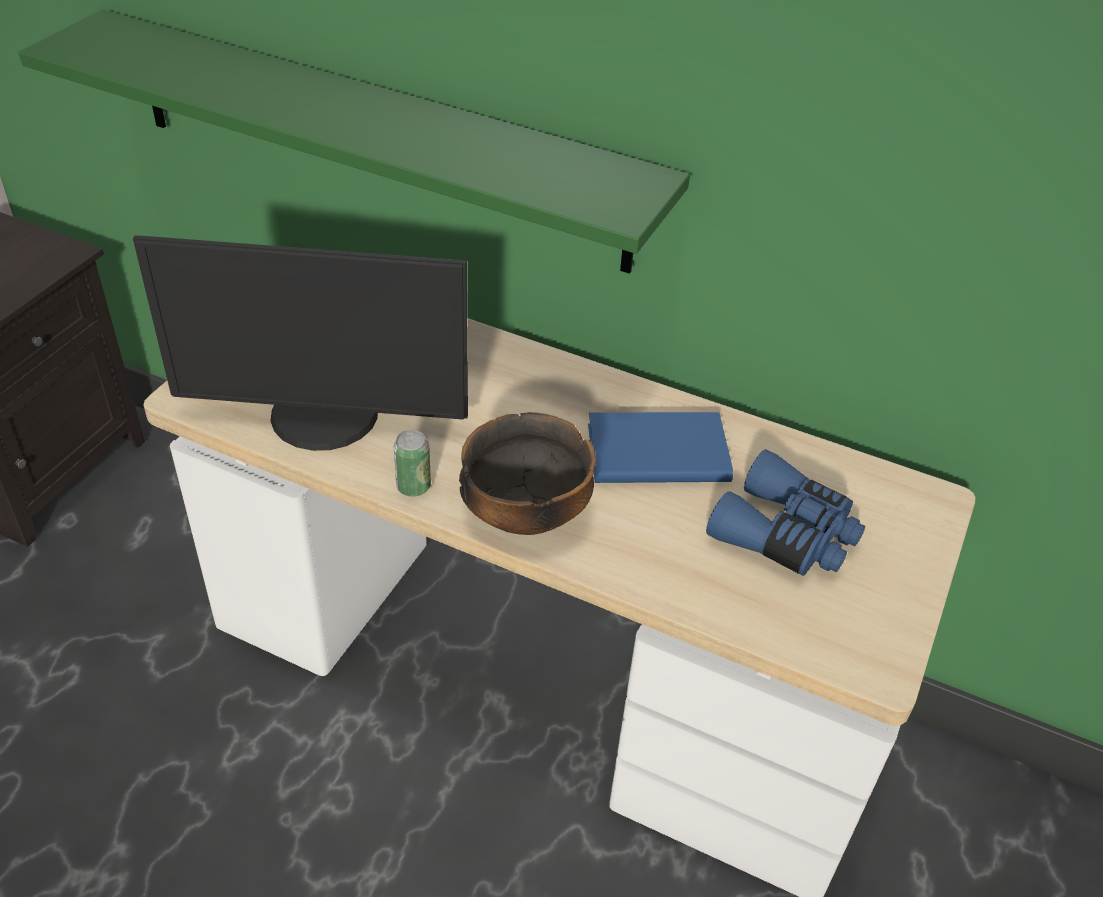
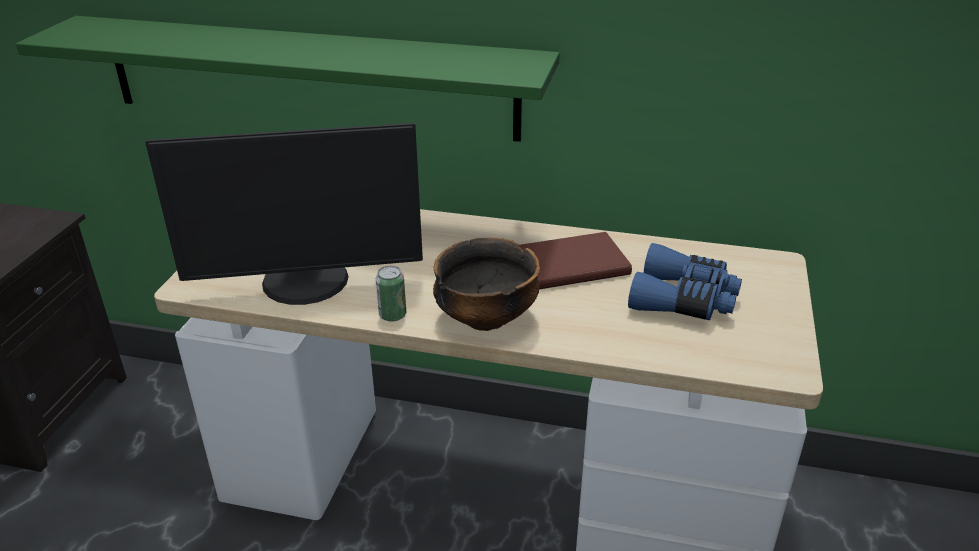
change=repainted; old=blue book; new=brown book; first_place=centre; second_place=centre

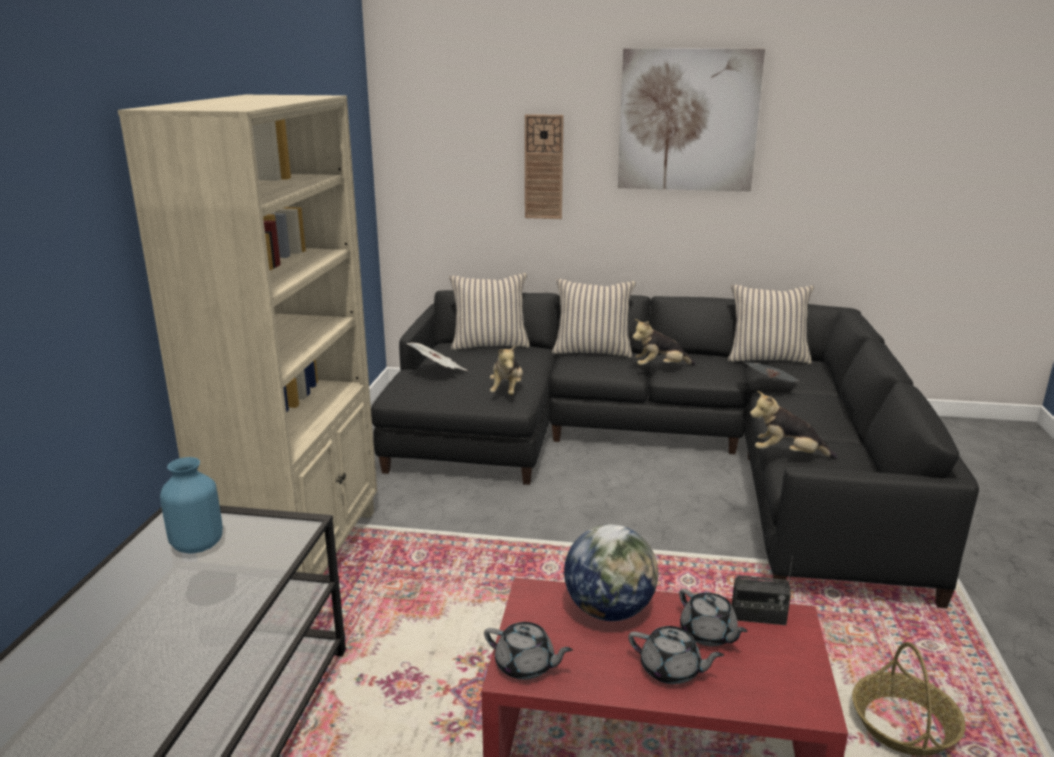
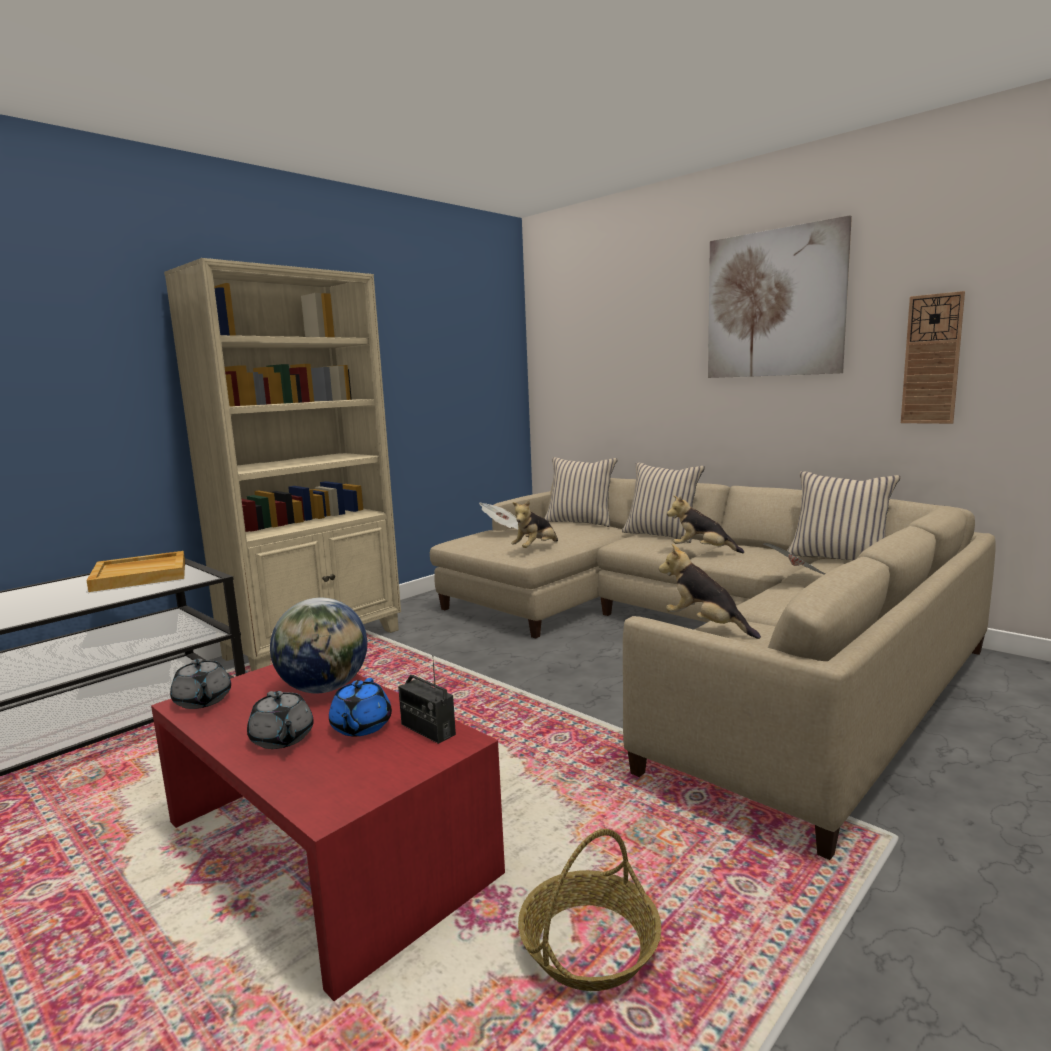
change=shifted; old=wall clock; first_place=top centre; second_place=middle right
change=swapped; old=blue vase; new=beige tray; first_place=bottom left; second_place=middle left
change=repainted; old=black sofa; new=beige sofa; first_place=centre; second_place=middle right
change=repainted; old=grey teapot (no. 3 from left); new=blue teapot; first_place=bottom right; second_place=bottom centre

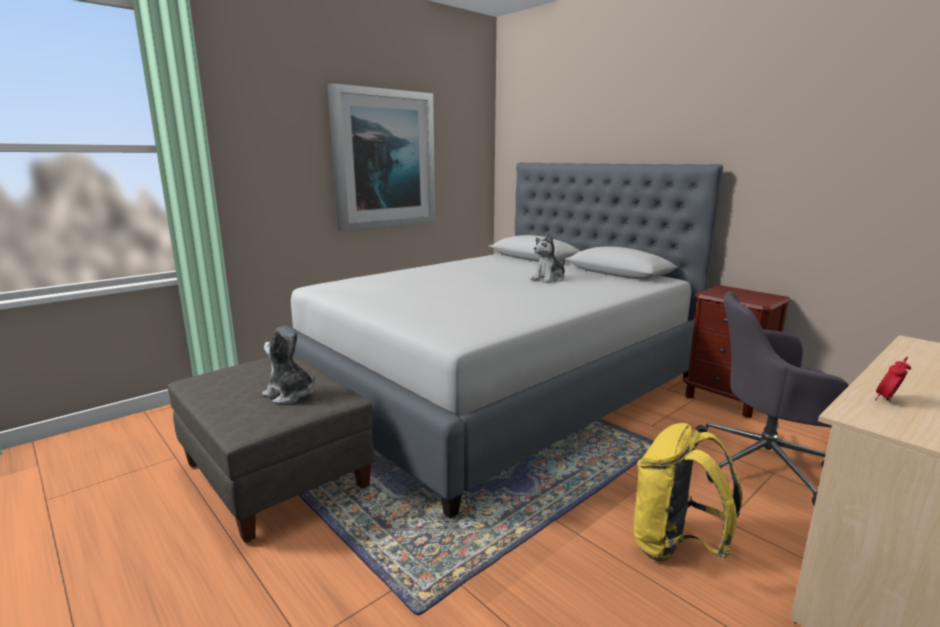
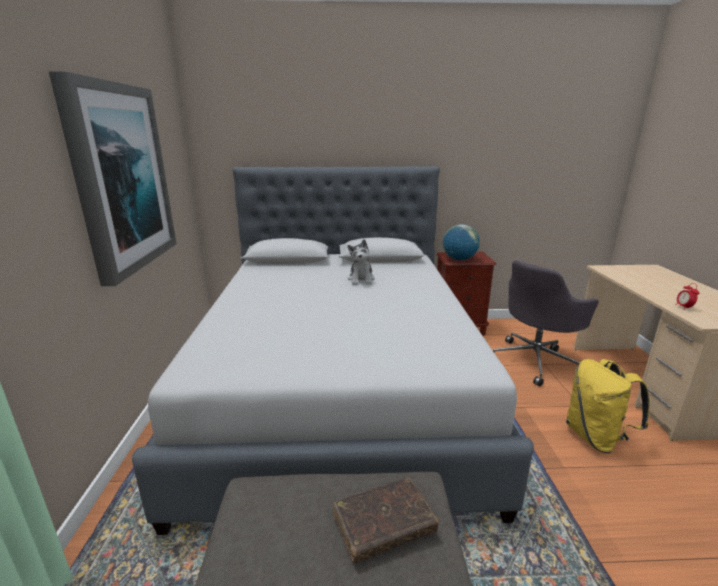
change=new; new=globe; second_place=centre
change=swapped; old=plush toy (no. 1 from left); new=brown book; first_place=middle left; second_place=bottom centre

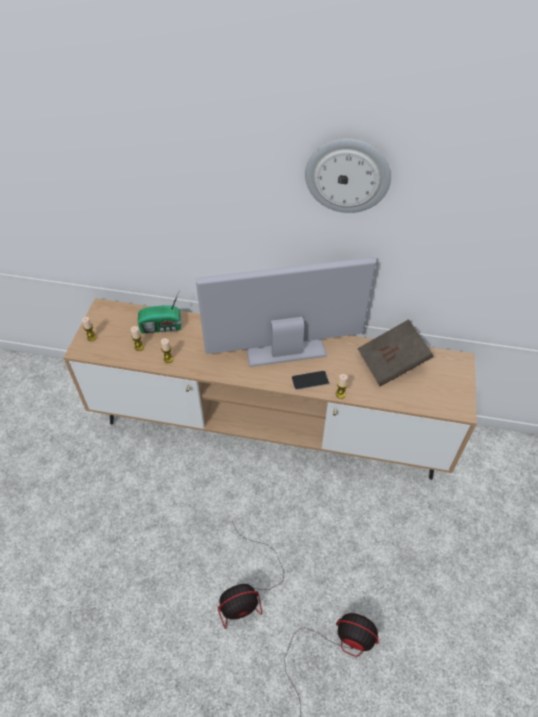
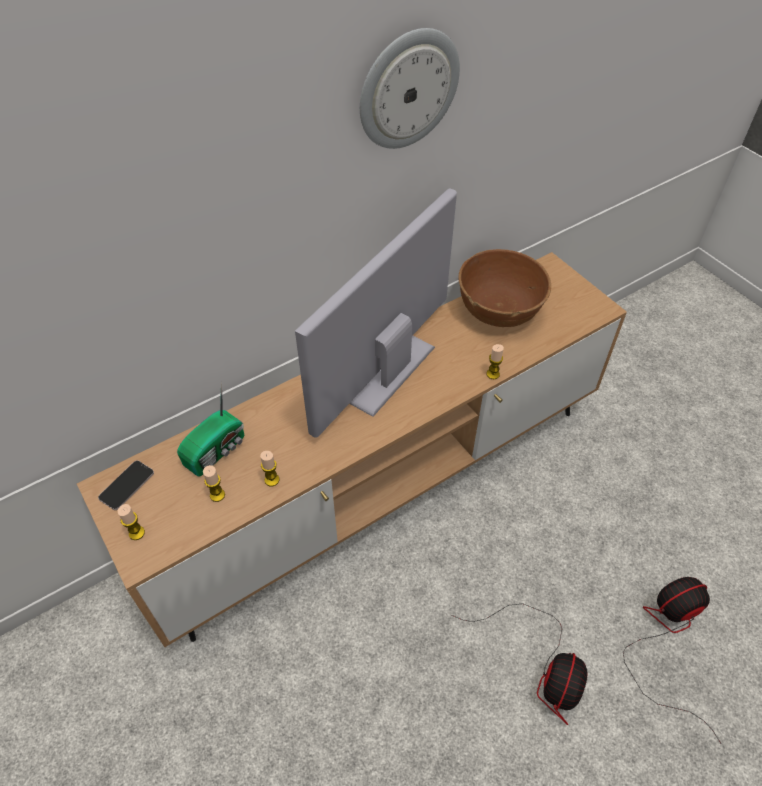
change=shifted; old=phone; first_place=centre; second_place=middle left
change=swapped; old=brown book; new=brown bowl; first_place=middle right; second_place=centre

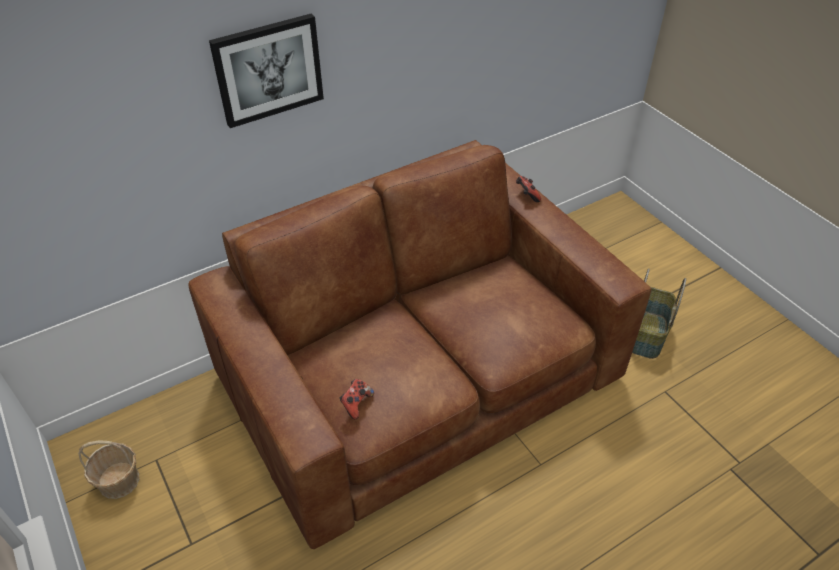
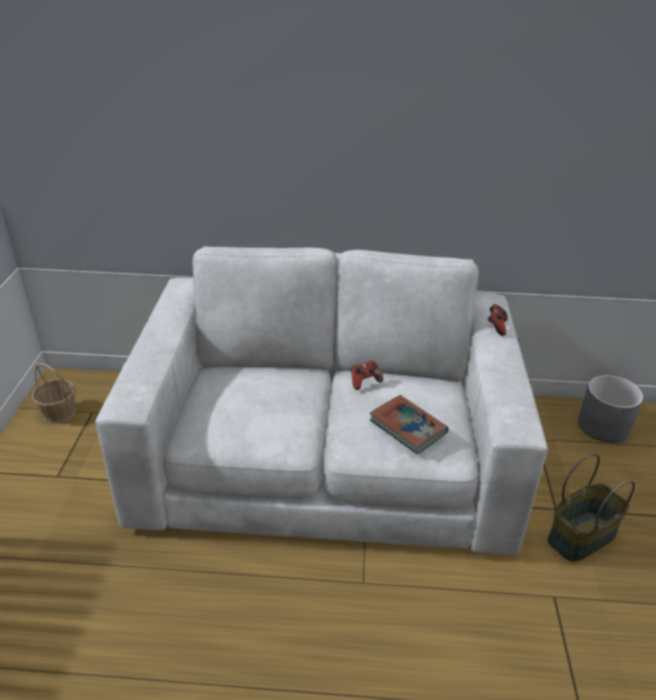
change=gone; old=picture; first_place=top left
change=new; new=book; second_place=centre
change=new; new=grey planter; second_place=middle right
change=shifted; old=game controller (no. 1 from left); first_place=bottom centre; second_place=centre
change=repainted; old=brown sofa; new=white sofa; first_place=centre; second_place=centre

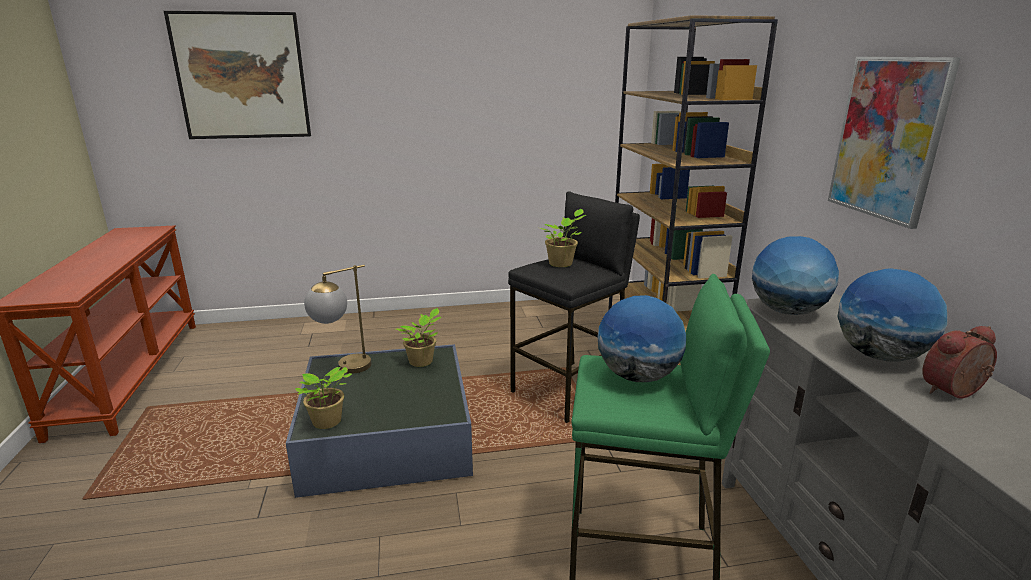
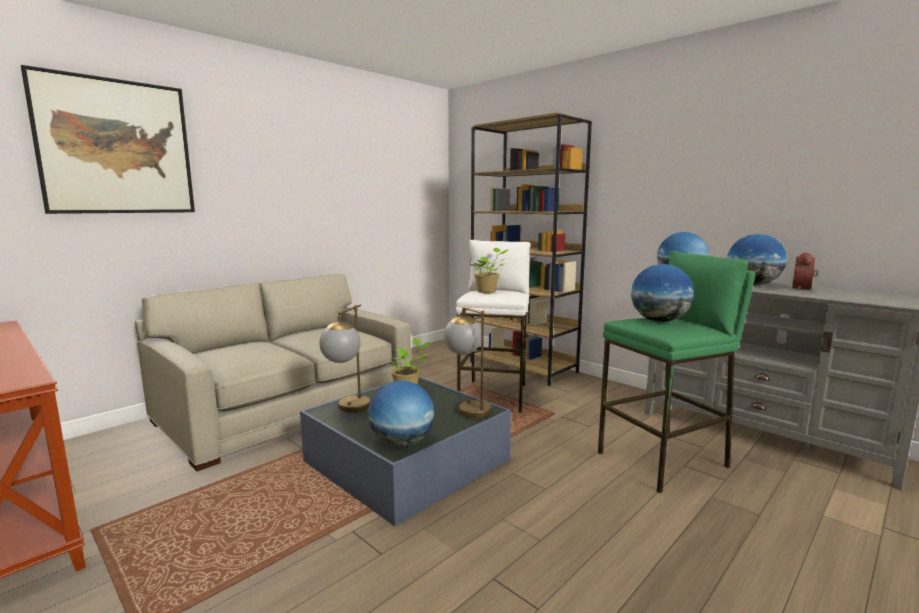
change=gone; old=picture (no. 2 from left); first_place=top right
change=new; new=beige sofa; second_place=middle left
change=new; new=table lamp (no. 2 from left); second_place=centre
change=swapped; old=potted plant (no. 1 from left); new=globe (no. 1 from left); first_place=bottom left; second_place=bottom centre
change=repainted; old=black stool; new=white stool; first_place=centre; second_place=centre

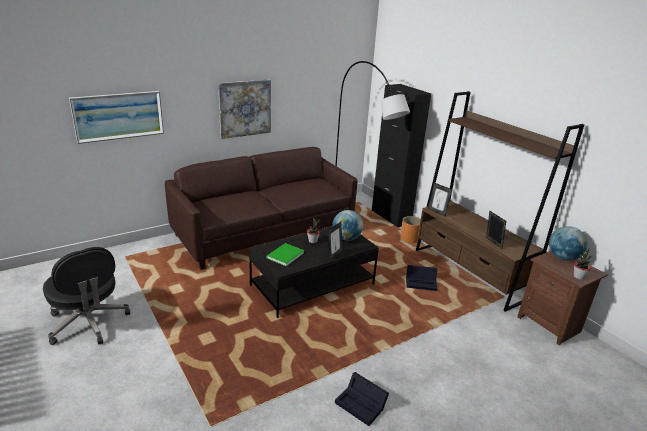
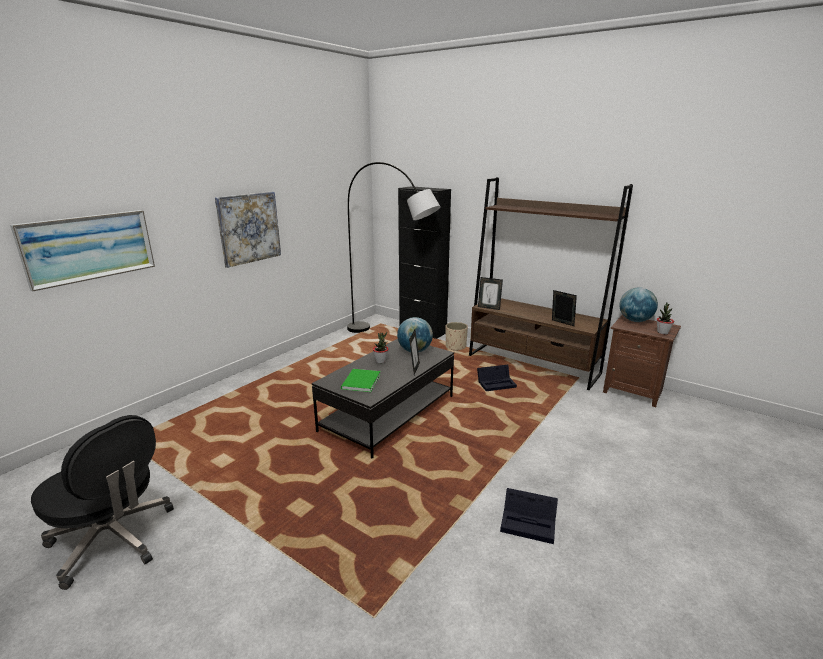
change=gone; old=brown sofa; first_place=centre
change=repainted; old=orange planter; new=beige planter; first_place=centre; second_place=centre

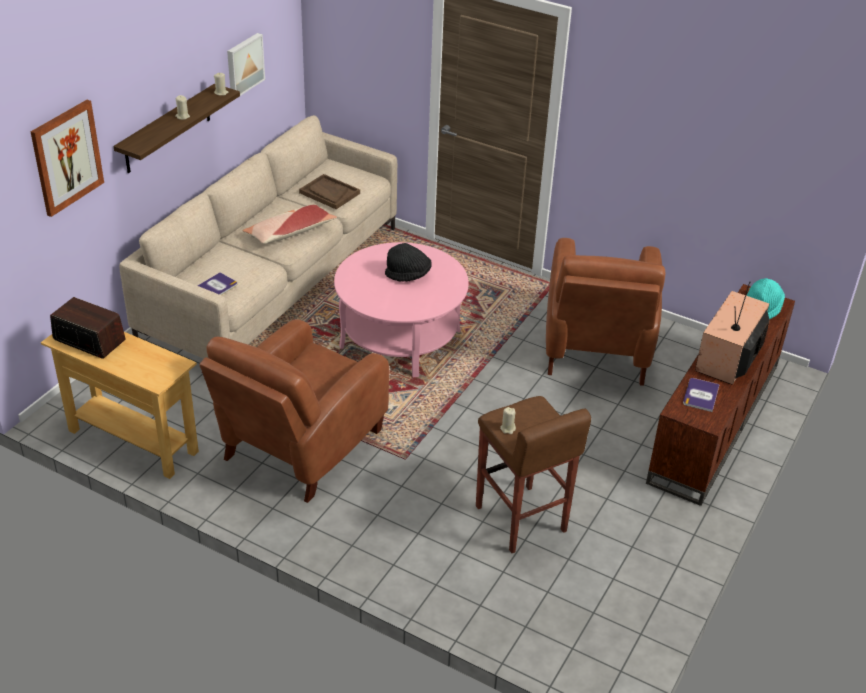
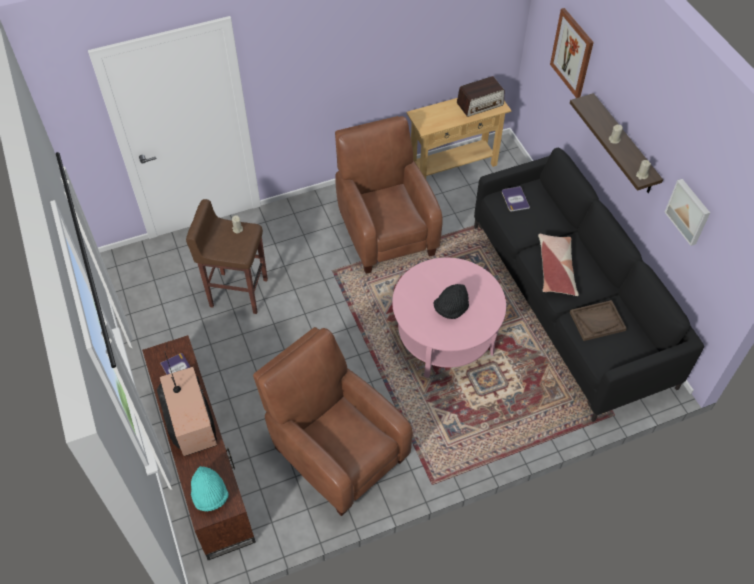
change=repainted; old=beige sofa; new=black sofa; first_place=middle left; second_place=middle right

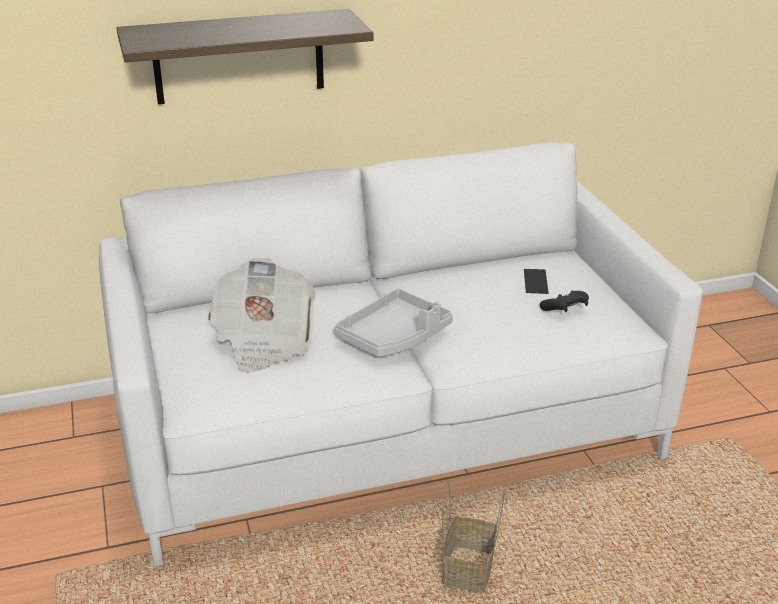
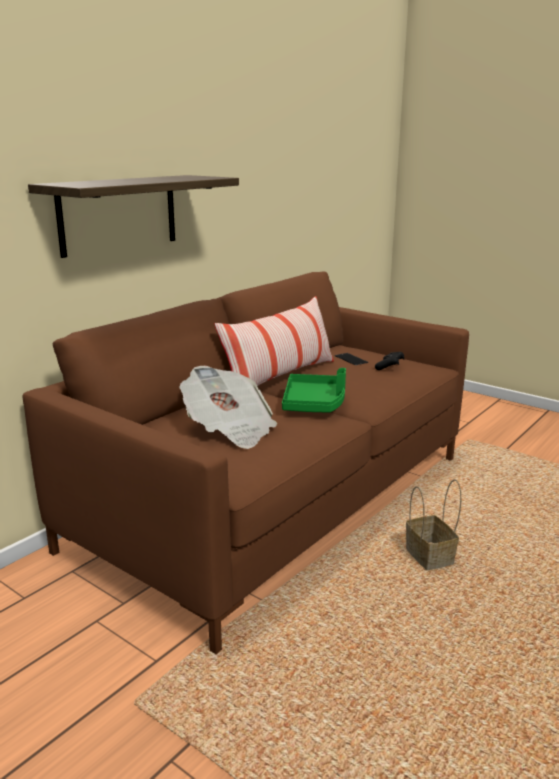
change=new; new=pillow; second_place=centre
change=repainted; old=white sofa; new=brown sofa; first_place=centre; second_place=centre
change=repainted; old=grey tray; new=green tray; first_place=centre; second_place=centre

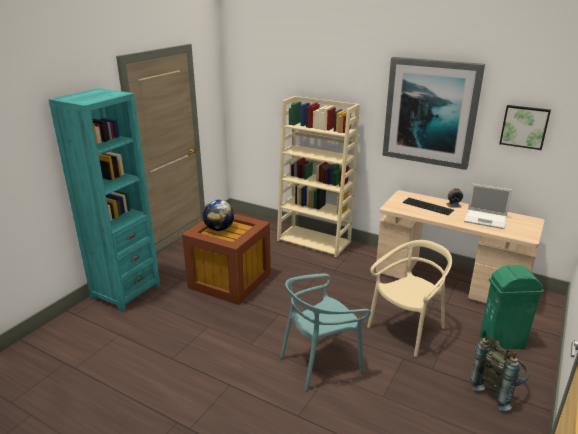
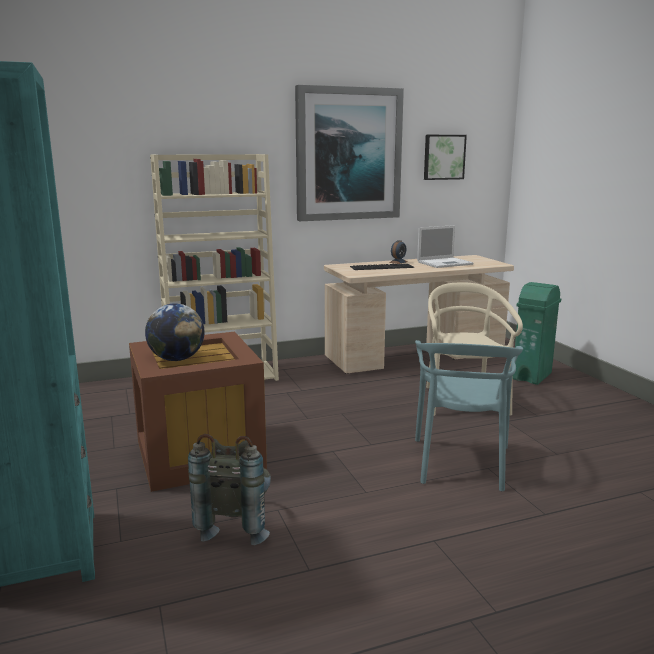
change=shifted; old=grey backpack; first_place=bottom right; second_place=bottom centre

